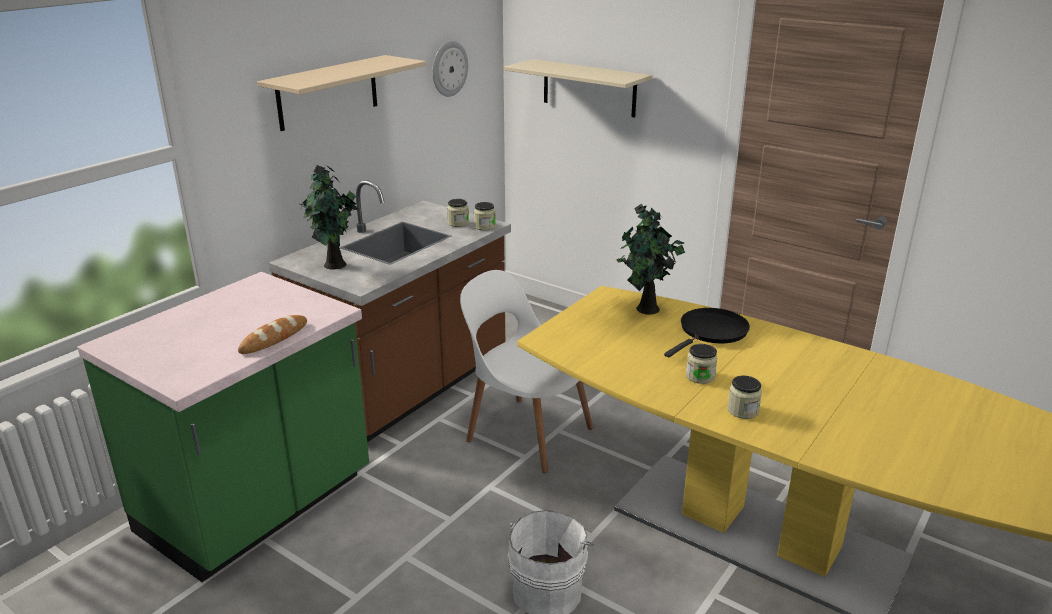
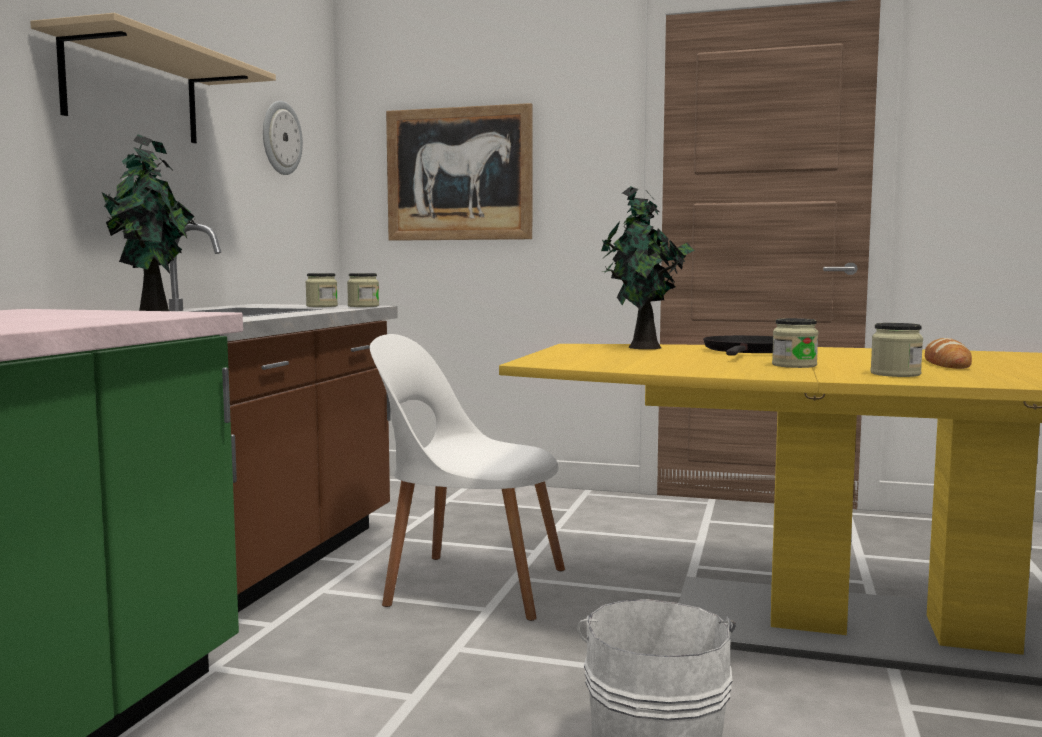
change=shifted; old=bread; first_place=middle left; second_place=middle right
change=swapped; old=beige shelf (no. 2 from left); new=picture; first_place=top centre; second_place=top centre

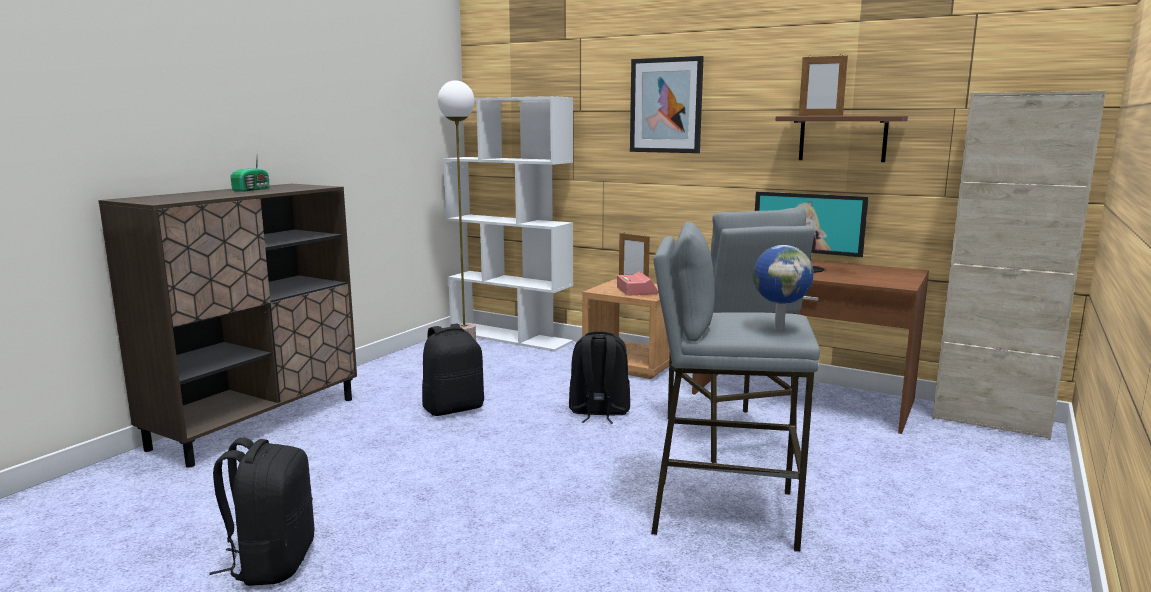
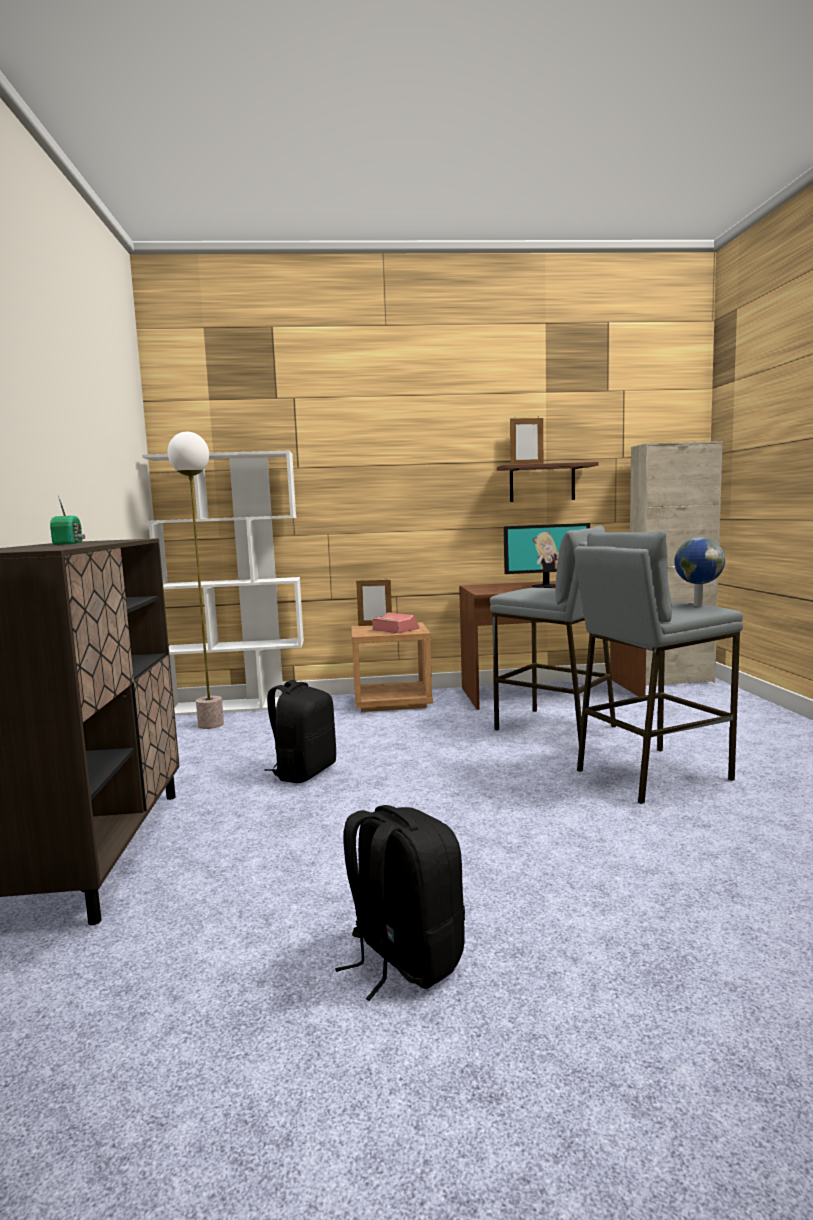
change=gone; old=black backpack (no. 3 from left); first_place=centre
change=gone; old=picture; first_place=top centre

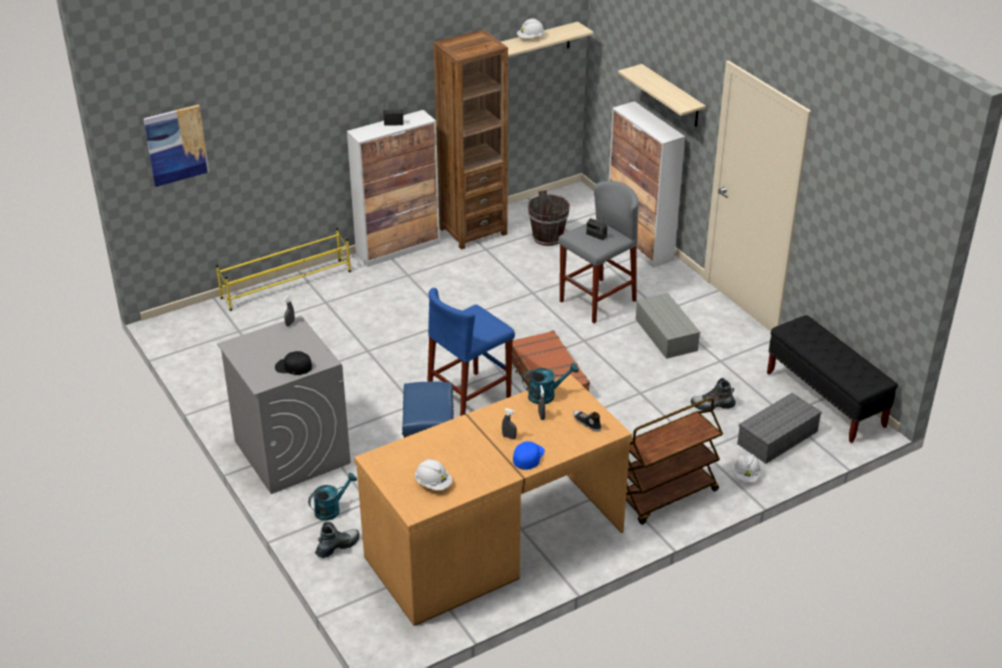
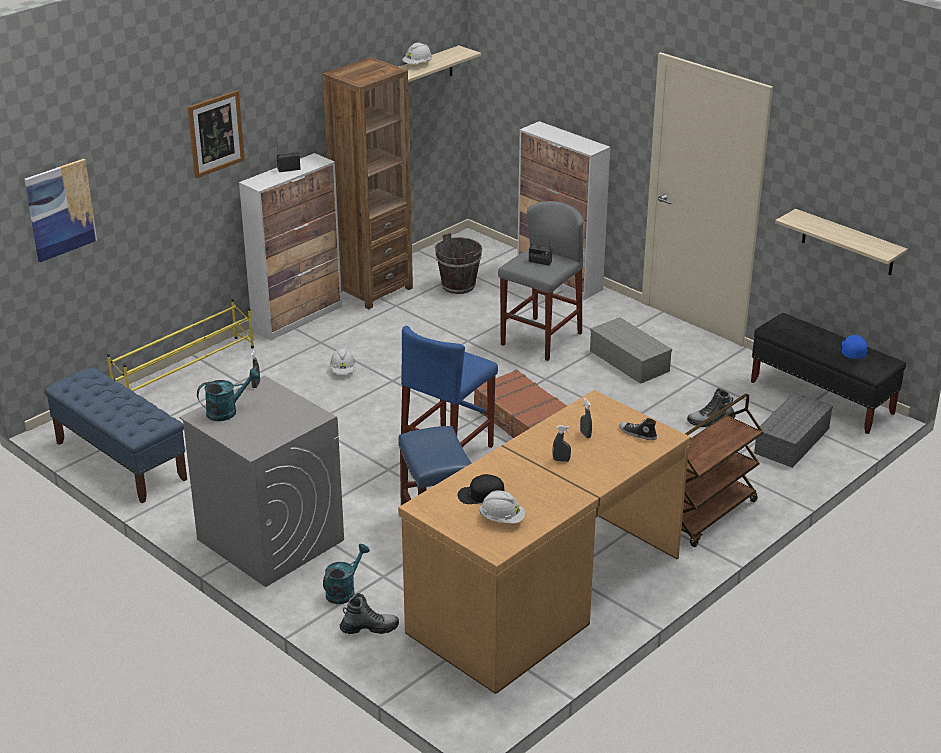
change=new; new=blue bench; second_place=middle left
change=new; new=picture (no. 2 from left); second_place=top left
change=shifted; old=black cap; first_place=middle left; second_place=centre
change=shifted; old=blue cap; first_place=bottom centre; second_place=middle right
change=shifted; old=turquoise watering can (no. 2 from left in the first image); new=turquoise watering can (no. 1 from left); first_place=centre; second_place=middle left
change=shifted; old=shelf (no. 2 from left); first_place=top centre; second_place=top right
change=shifted; old=white hard hat (no. 3 from left in the first image); new=white hard hat (no. 1 from left); first_place=bottom right; second_place=centre
change=rotated; old=boot (no. 1 from left); first_place=bottom centre; second_place=bottom centre; degrees=45

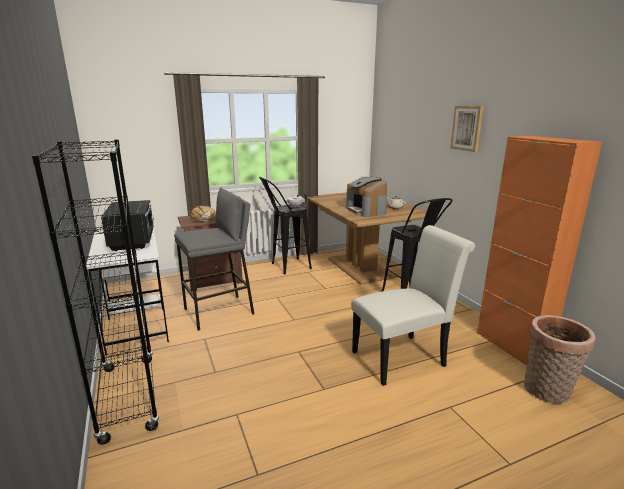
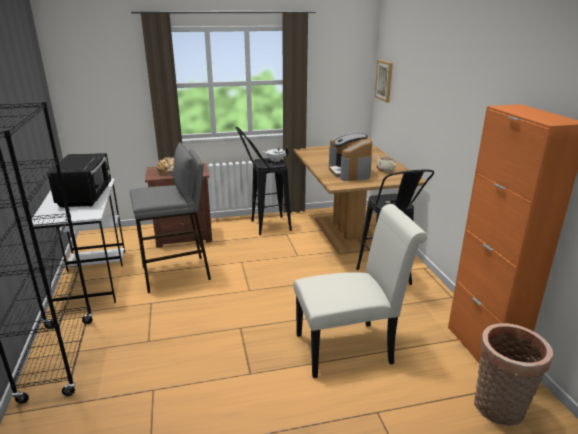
change=shifted; old=picture; first_place=top right; second_place=top centre

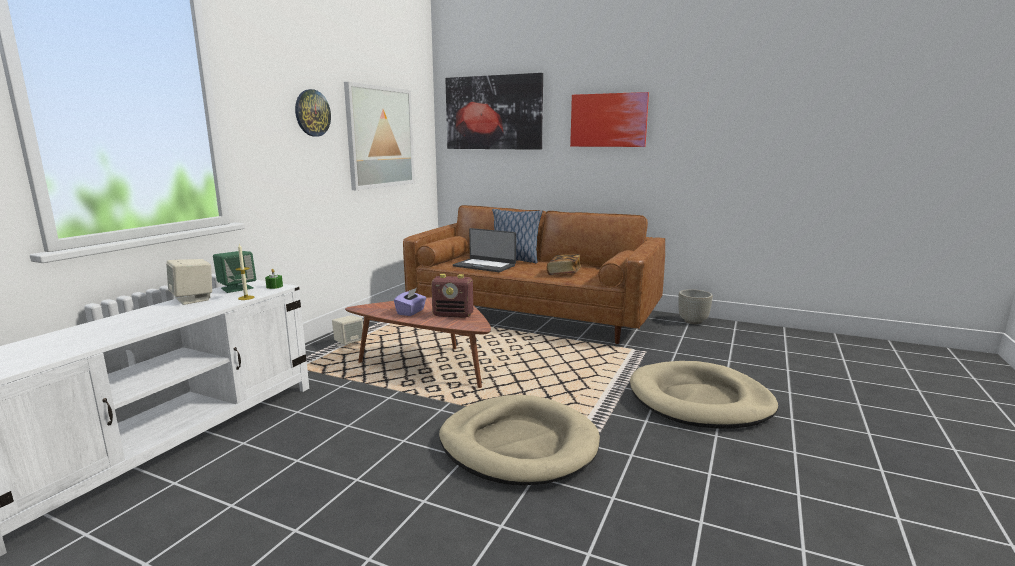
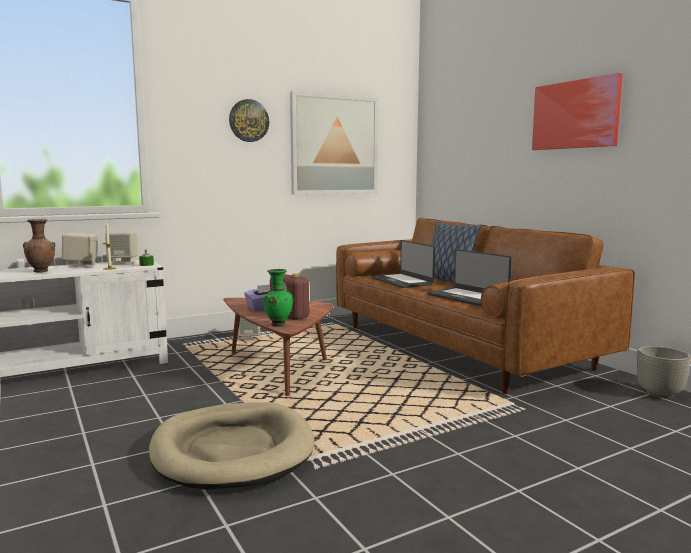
change=gone; old=picture (no. 2 from left); first_place=top centre
change=gone; old=beige dog bed (no. 2 from left); first_place=bottom right
change=new; new=brown vase; second_place=middle left
change=new; new=green vase; second_place=centre
change=swapped; old=book; new=laptop (no. 2 from left); first_place=centre; second_place=middle right
change=repainted; old=green speaker; new=beige speaker (no. 2 from left); first_place=middle left; second_place=middle left

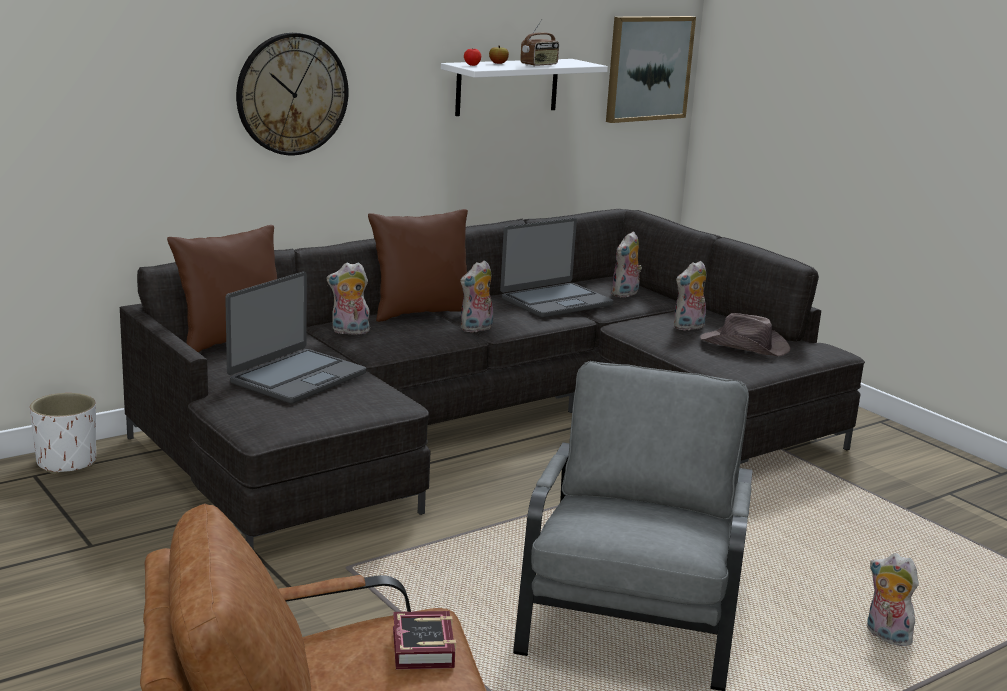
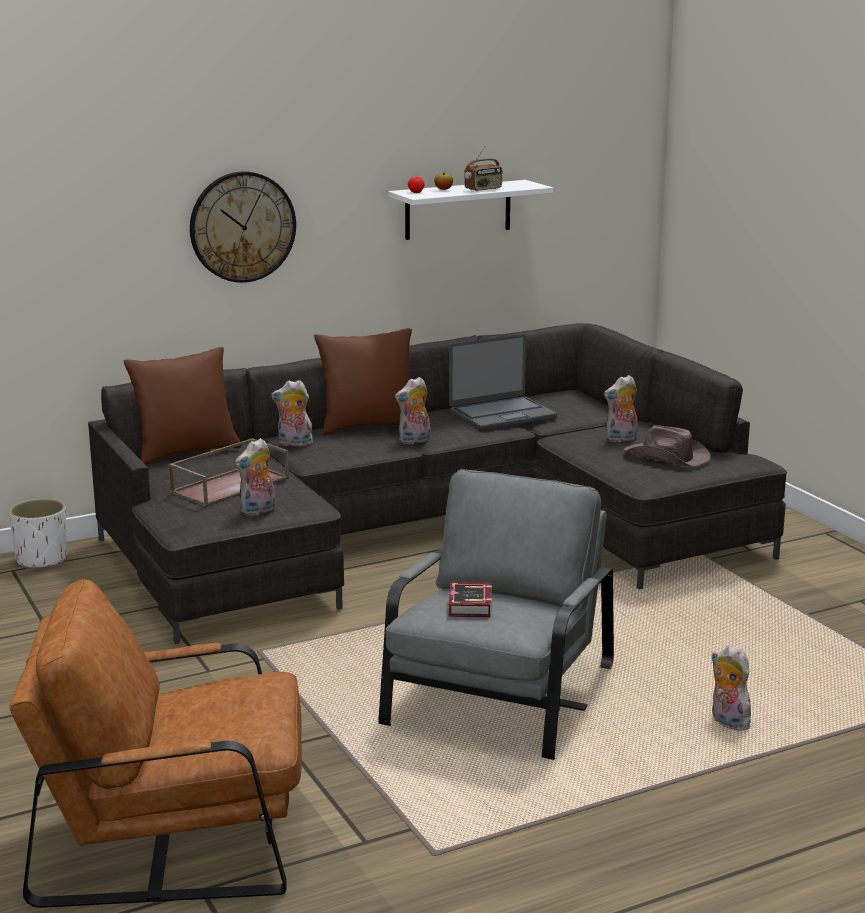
change=gone; old=picture; first_place=top centre
change=shifted; old=book; first_place=bottom centre; second_place=centre
change=shifted; old=plush toy (no. 3 from left in the first image); new=plush toy (no. 1 from left); first_place=centre; second_place=middle left
change=swapped; old=laptop (no. 1 from left); new=brown tray; first_place=middle left; second_place=middle left

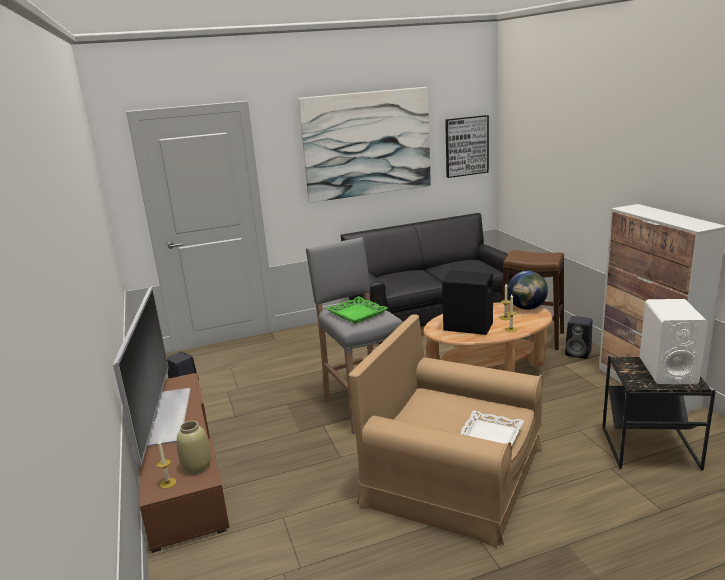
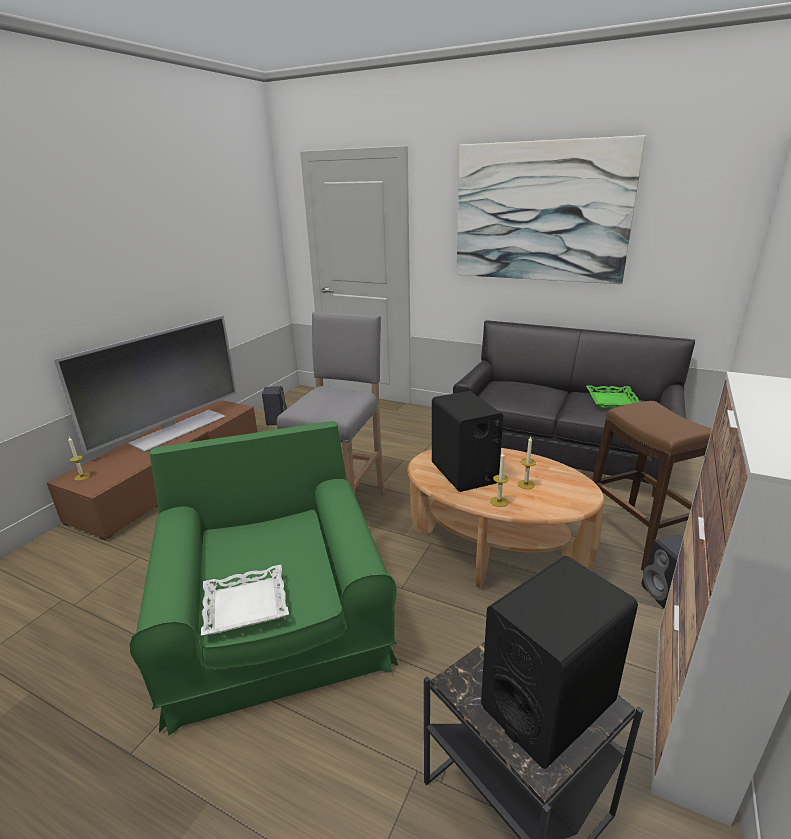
change=gone; old=beige vase; first_place=bottom left
change=gone; old=picture (no. 2 from left); first_place=top centre
change=gone; old=globe; first_place=middle right
change=shifted; old=green tray; first_place=centre; second_place=middle right
change=repainted; old=brown armchair; new=green armchair; first_place=bottom centre; second_place=bottom centre
change=repainted; old=white speaker; new=black speaker (no. 3 from left); first_place=middle right; second_place=bottom right

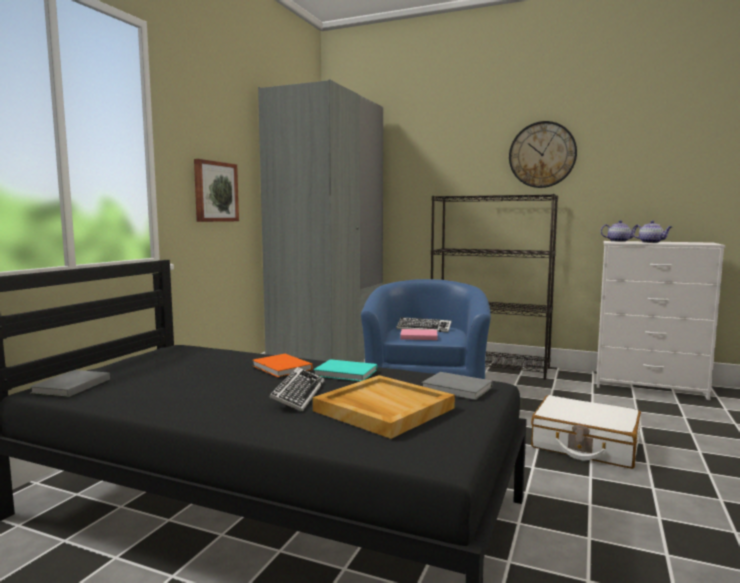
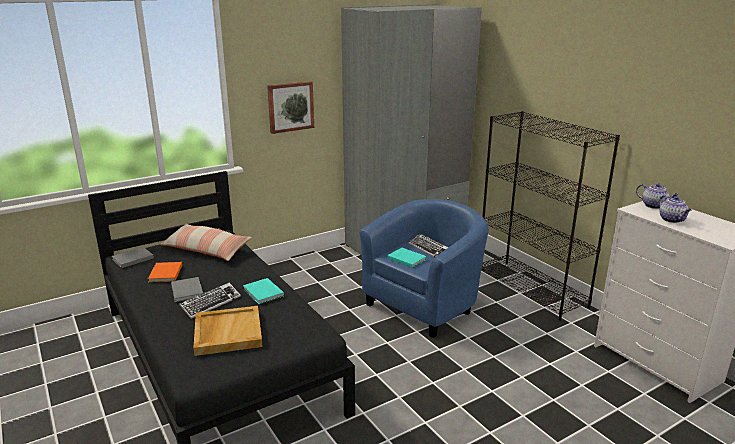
change=gone; old=wall clock; first_place=top right
change=gone; old=white suitcase; first_place=bottom right
change=new; new=pillow; second_place=middle left
change=shifted; old=orange book; first_place=centre; second_place=middle left
change=shifted; old=grey book (no. 2 from left); first_place=centre; second_place=middle left
change=repainted; old=pink book; new=turquoise book (no. 2 from left); first_place=centre; second_place=centre

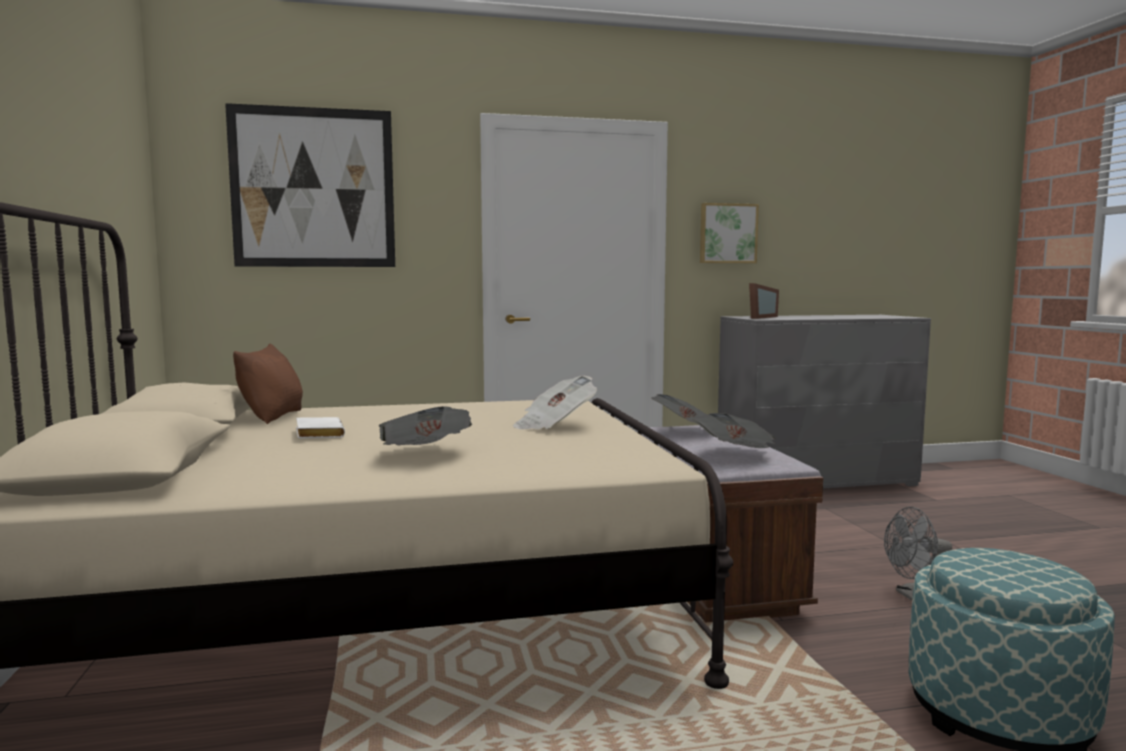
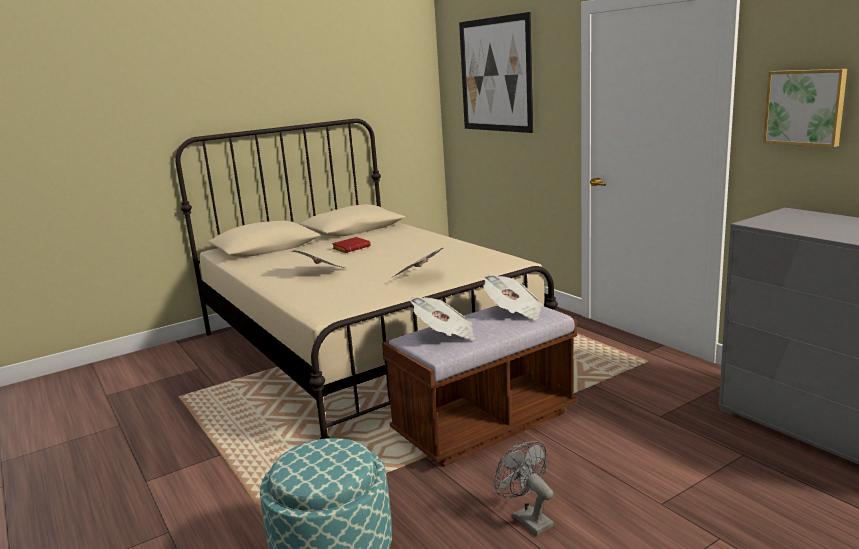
change=gone; old=brown pillow; first_place=middle left
change=gone; old=picture frame; first_place=middle right
change=repainted; old=white book; new=red book; first_place=middle left; second_place=centre

